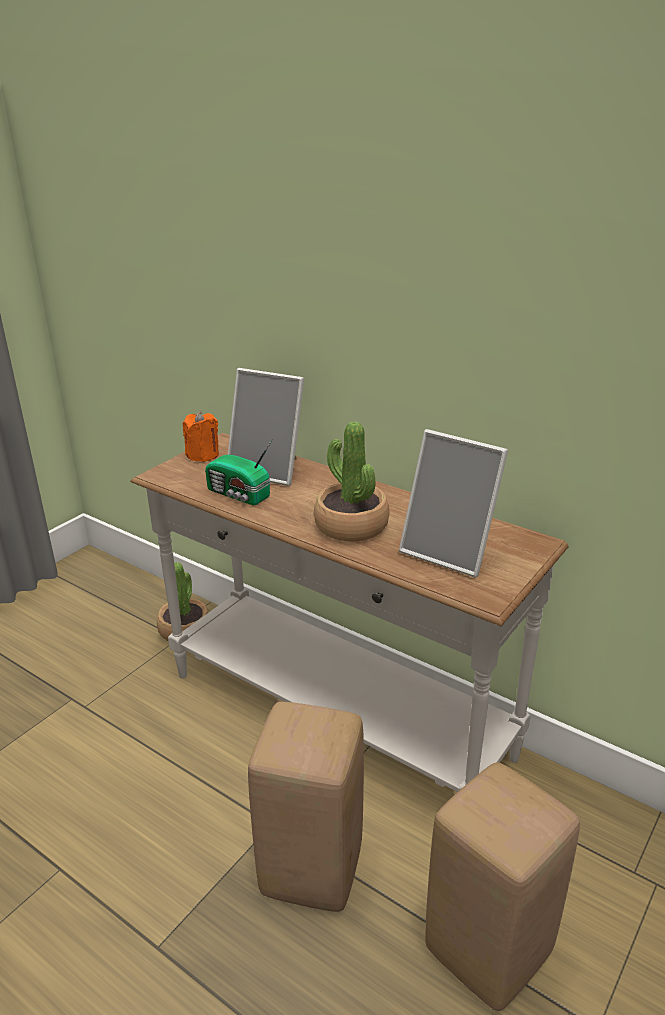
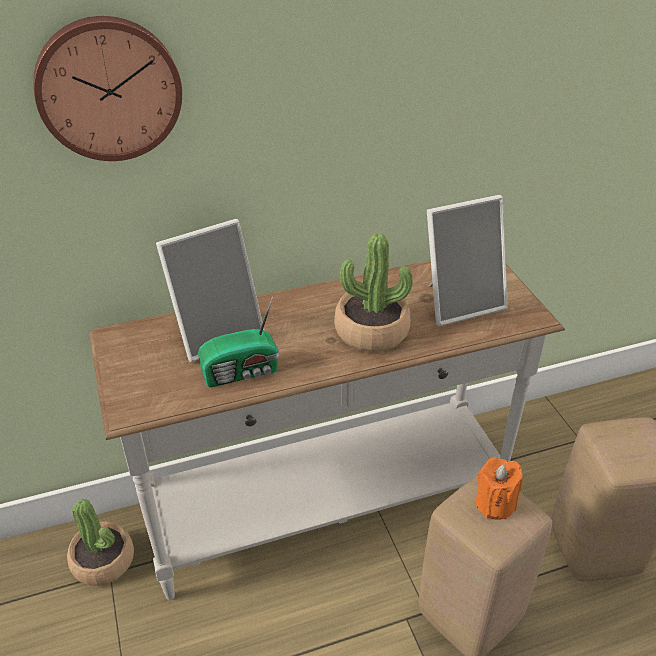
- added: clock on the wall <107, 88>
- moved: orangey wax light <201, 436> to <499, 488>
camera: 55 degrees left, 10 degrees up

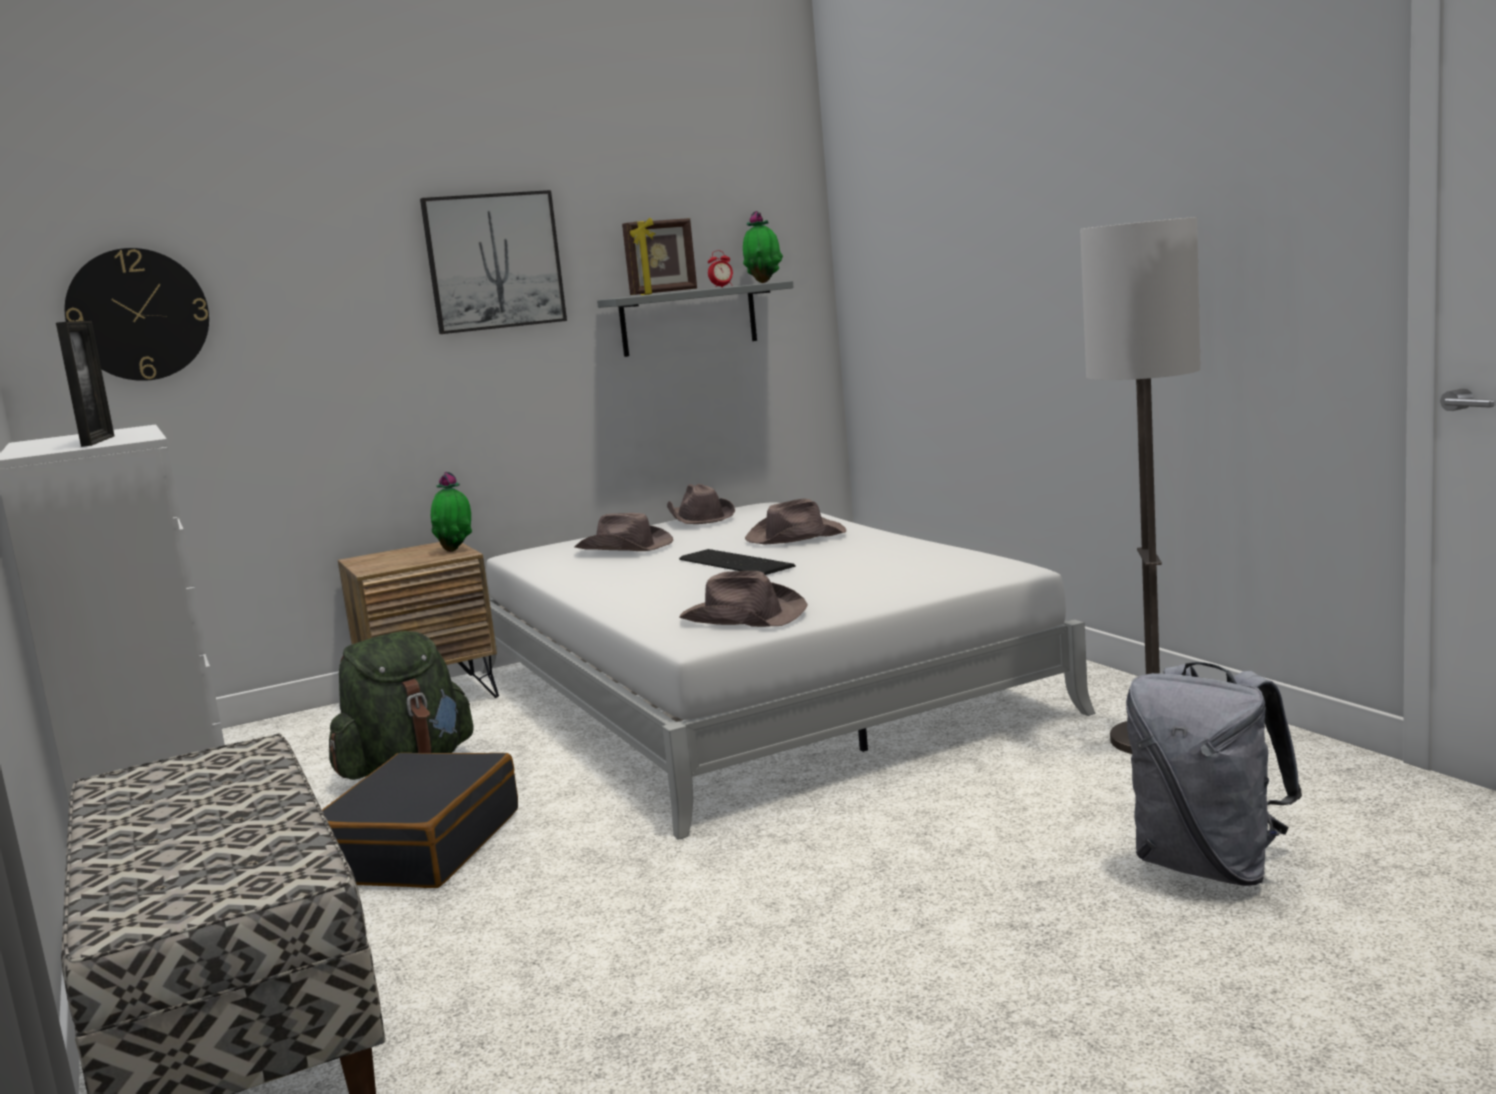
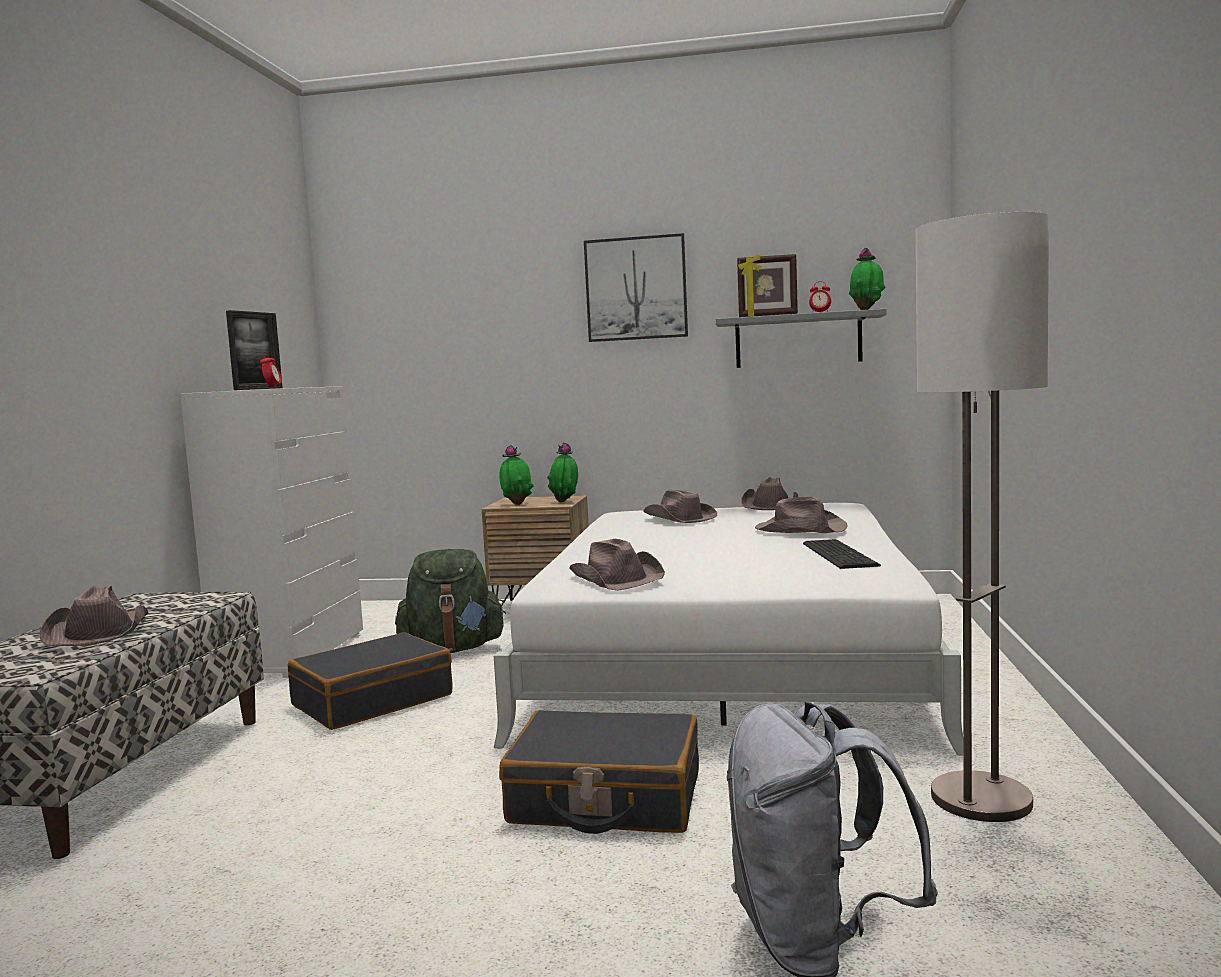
- added: brown-coloured hat <94, 615>
- added: bedside clock <270, 370>
- added: black-coloured travel case <599, 772>
- added: houseplant <517, 475>
- moved: computer keyboard <737, 562> to <842, 554>
- removed: clock on the wall <137, 314>
camera: 35 degrees right, 5 degrees down

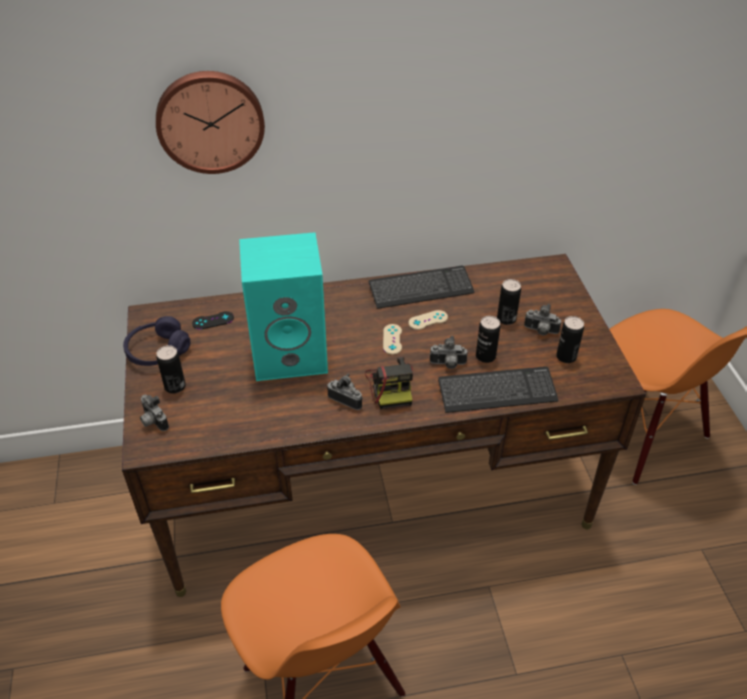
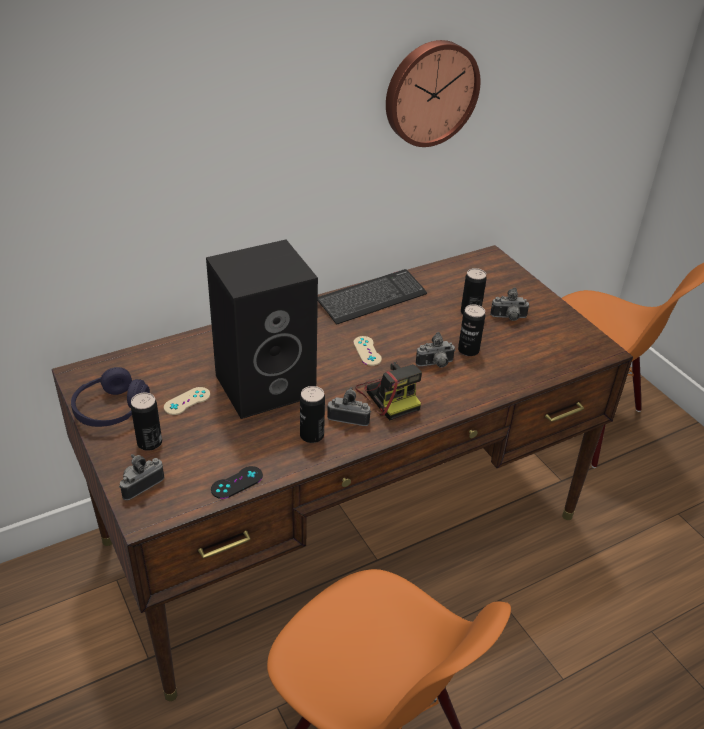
- turned: photo camera <154, 413> = <141, 477> 105 degrees clockwise
- moved: beige gamepad <428, 320> to <187, 401>
- recoloured: turquoise loudspeaker <283, 306> to black-coloured loudspeaker <262, 329>
- moved: black-coloured gamepad <213, 320> to <237, 482>
- moved: can <570, 339> to <312, 414>
- moved: clock on the wall <210, 122> to <433, 93>
- removed: computer keyboard <498, 389>
camera: 20 degrees left, 5 degrees down

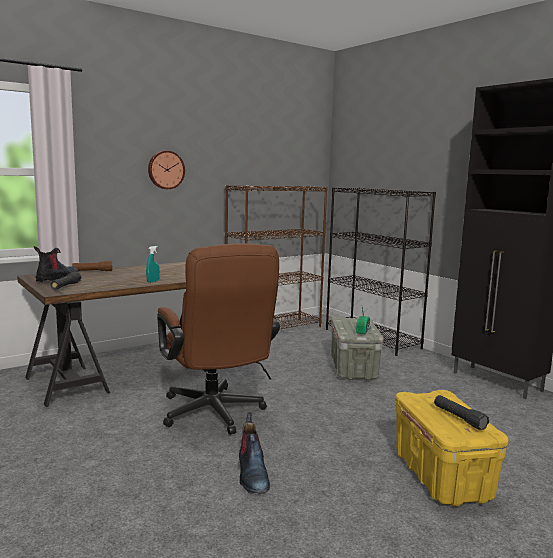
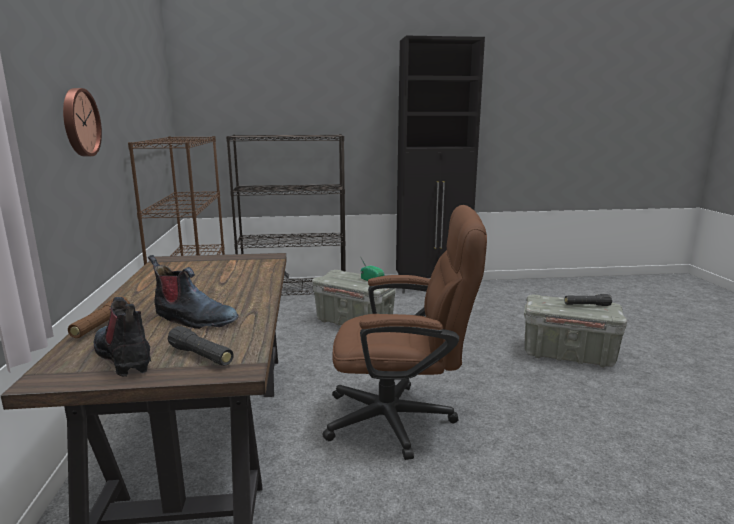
- moved: tall boot <254, 452> to <193, 292>
- recoloured: yellowish storage bin <452, 448> to gray storage bin <575, 331>
- removed: turquoise spray bottle <153, 264>
camera: 60 degrees left, 5 degrees up

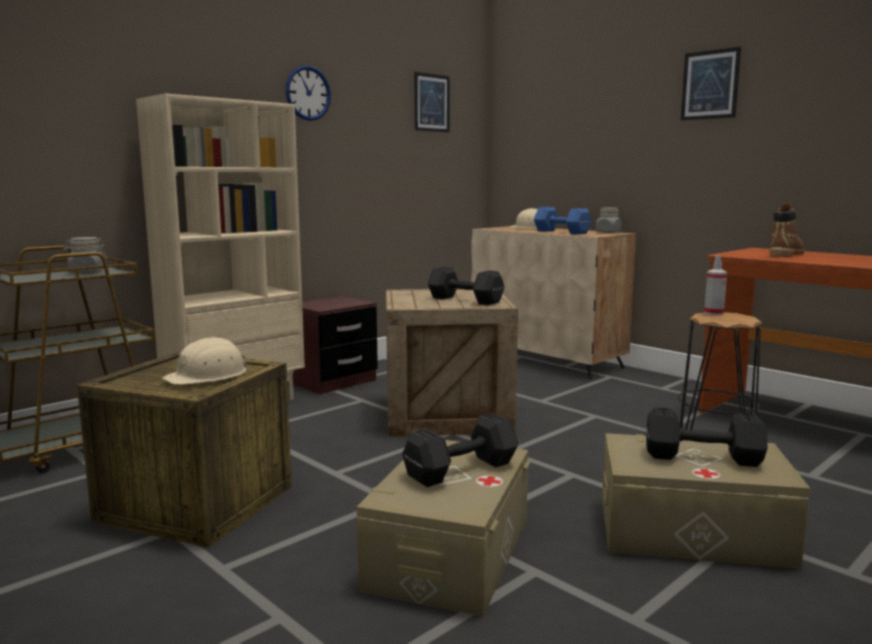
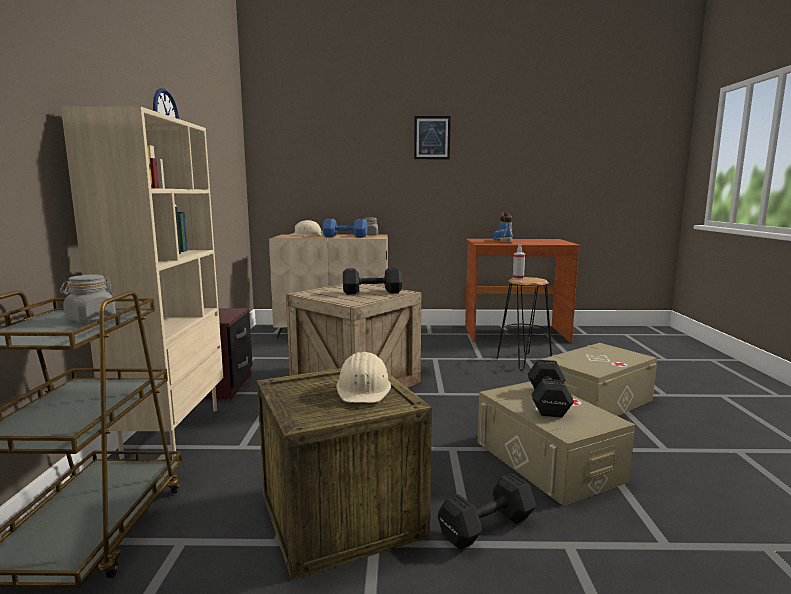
- moved: black-coloured hand weight <707, 437> to <487, 511>
- recoloured: brown-coloured tall boot <786, 230> to bluish tall boot <503, 227>
- removed: wall picture <432, 102>
camera: 45 degrees left, 0 degrees up

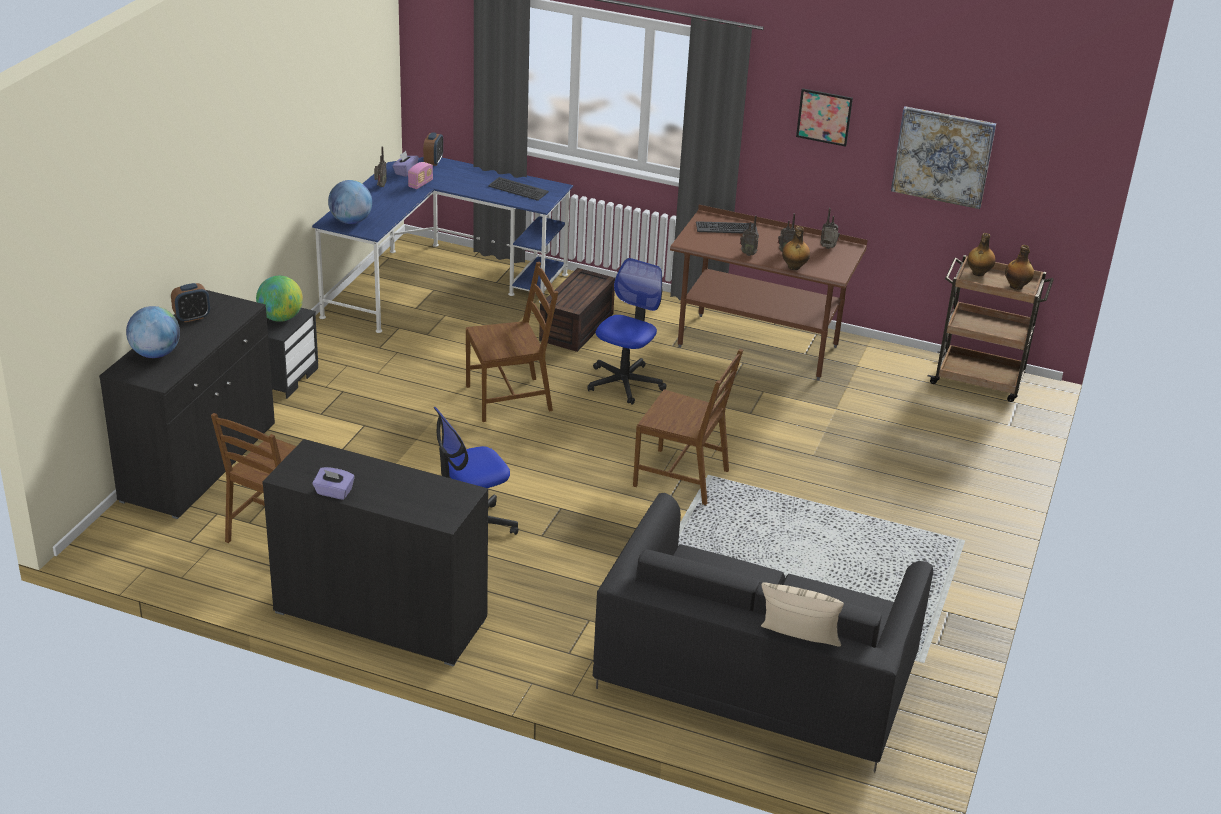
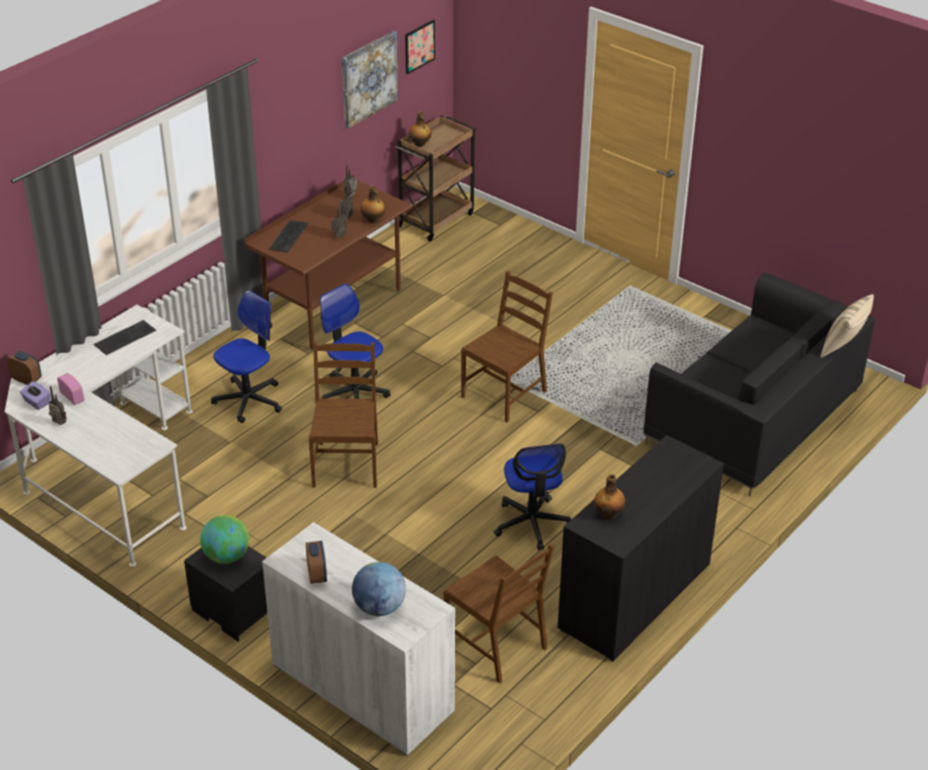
- recoloured: bluish desk unit <442, 245> to whitish desk unit <99, 436>
- replaced: brown-coloured storage bin <577, 310> to computer chair <246, 356>
- recoloured: black-coloured cabinet <187, 404> to whitish cabinet <358, 639>
- moved: wall picture <824, 117> to <420, 47>
- moved: beverage bottle <1019, 267> to <609, 497>
- removed: purplish tissue holder <334, 483>
- removed: world globe <350, 202>
camera: 70 degrees left, 5 degrees up

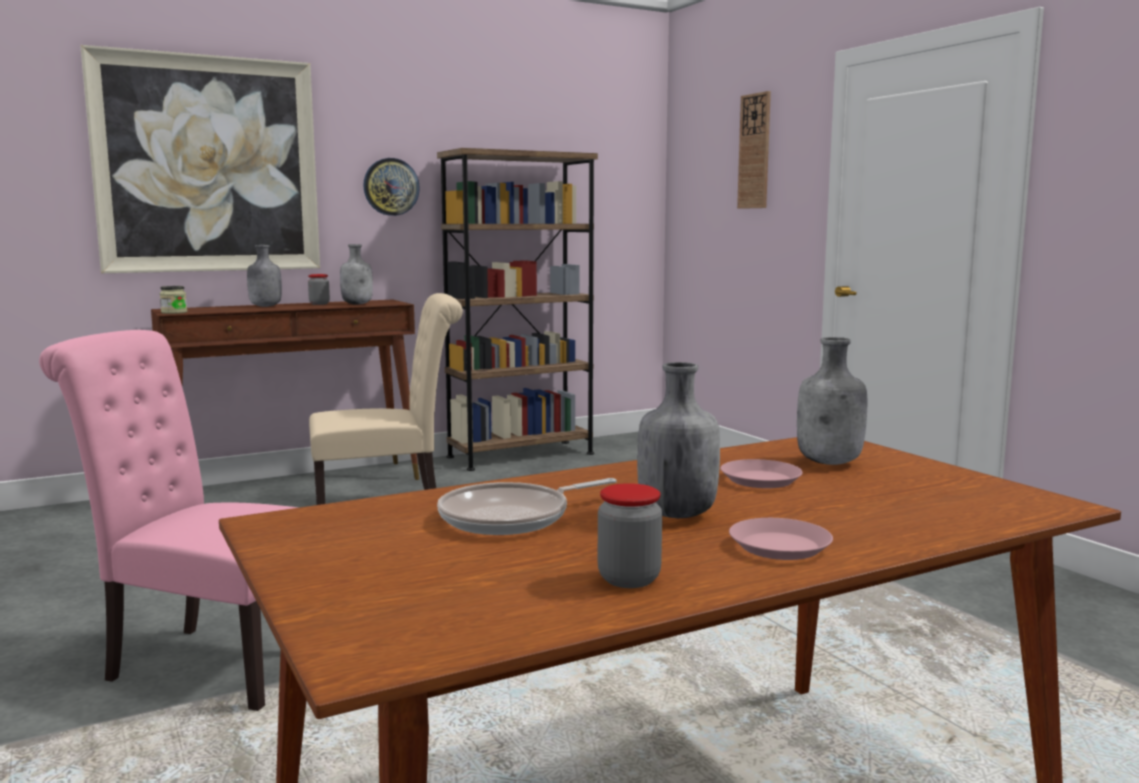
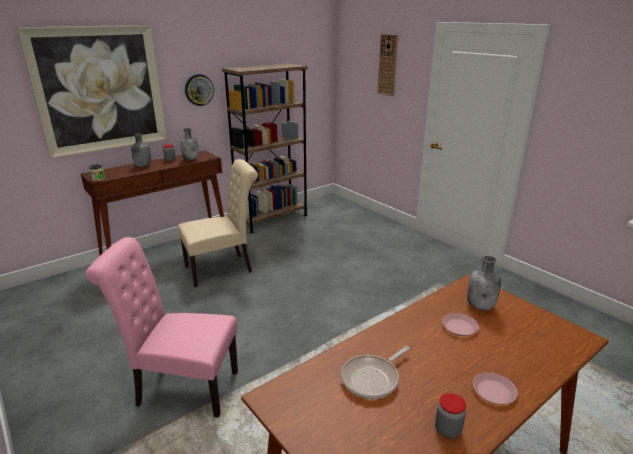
- removed: gray beverage bottle <678, 440>
camera: 10 degrees left, 15 degrees up

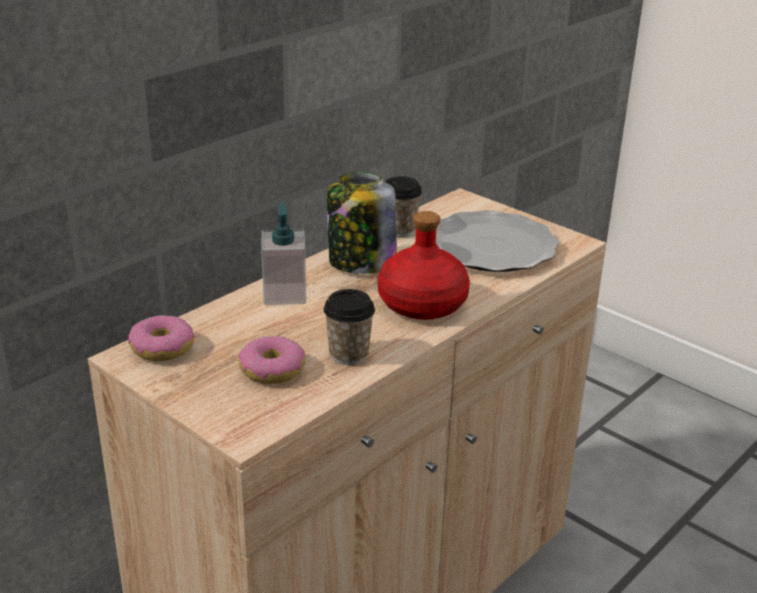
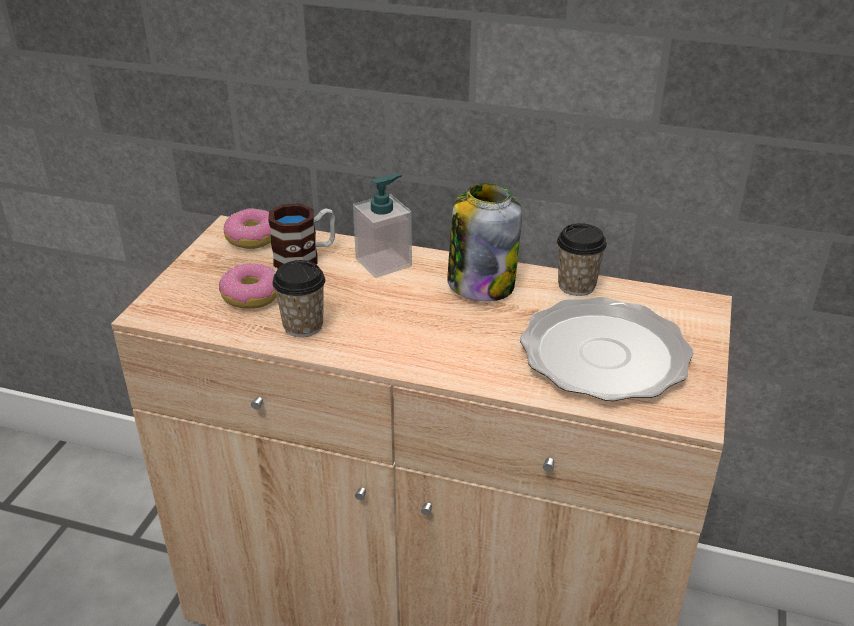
- added: tea mug <301, 235>
- removed: reddish beverage bottle <424, 265>
camera: 65 degrees right, 5 degrees up

